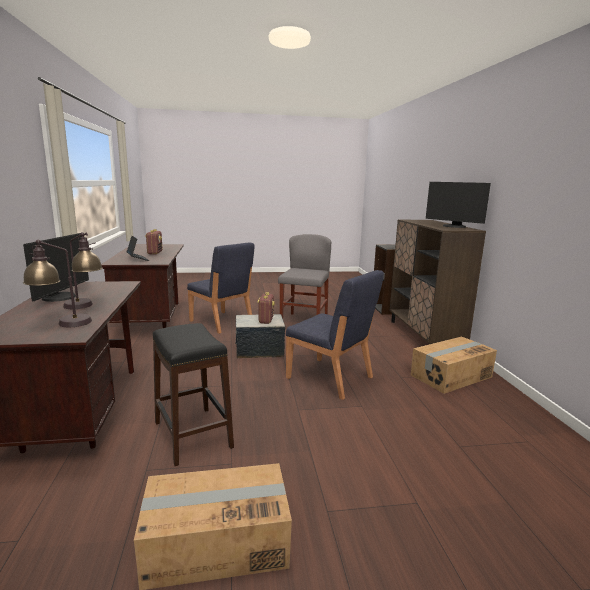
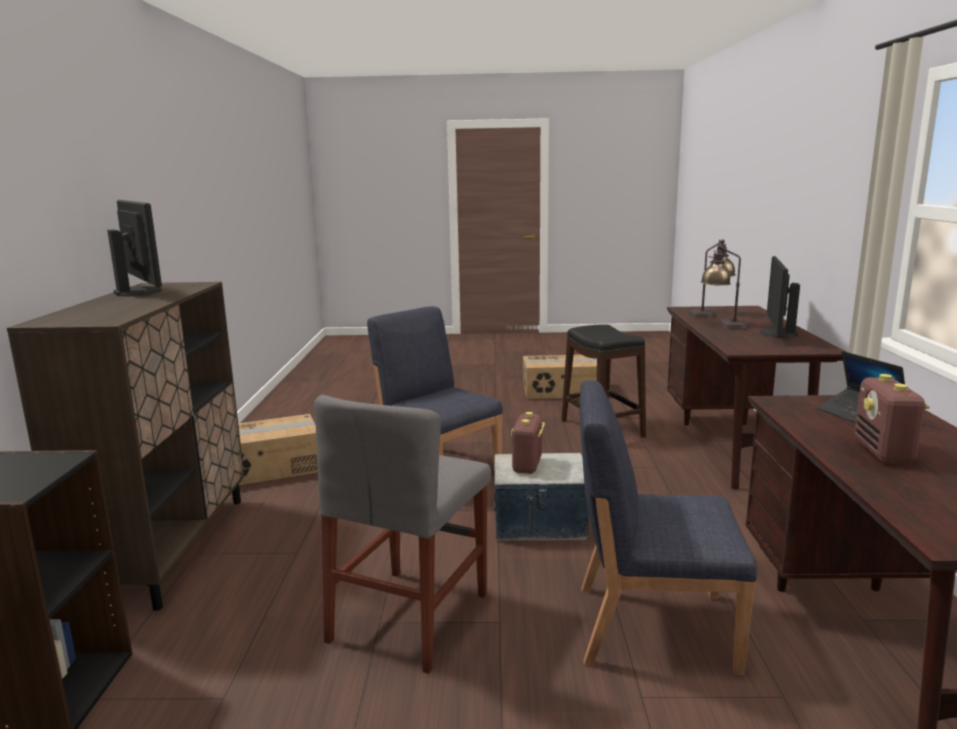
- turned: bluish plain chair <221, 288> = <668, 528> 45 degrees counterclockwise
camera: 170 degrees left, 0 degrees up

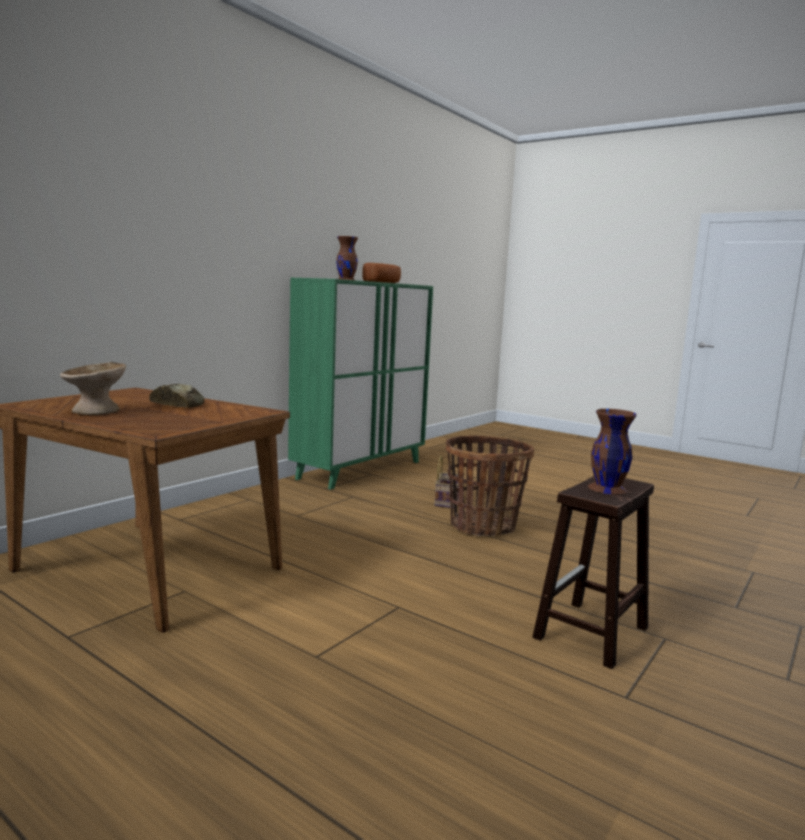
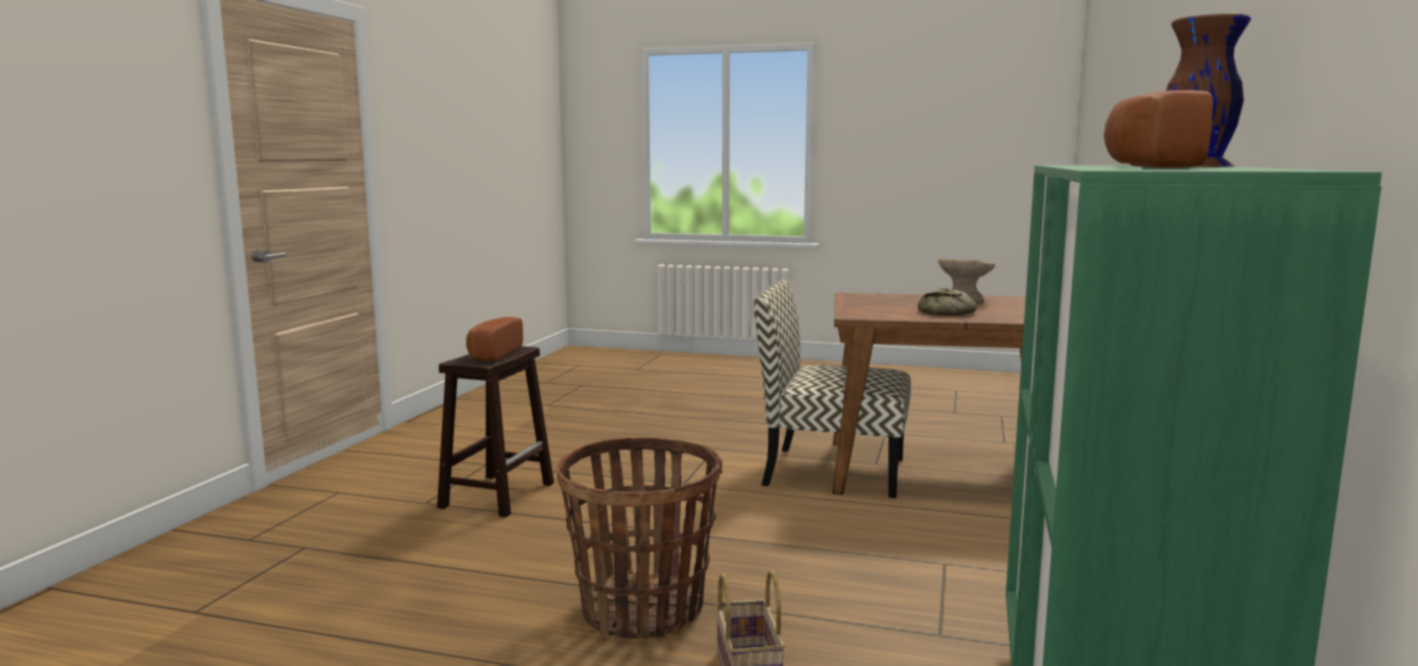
- replaced: brown-coloured vase <612, 452> to bread <494, 339>
- added: plain chair <832, 389>
camera: 160 degrees right, 0 degrees up

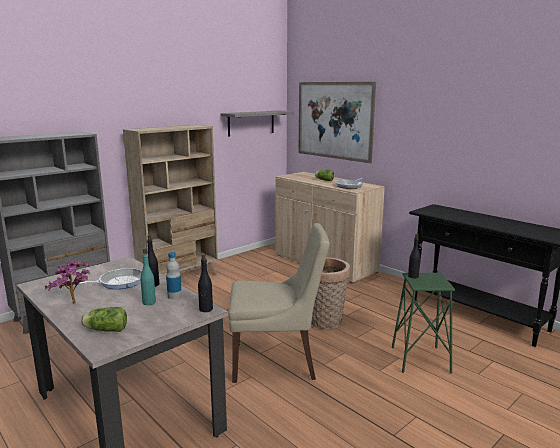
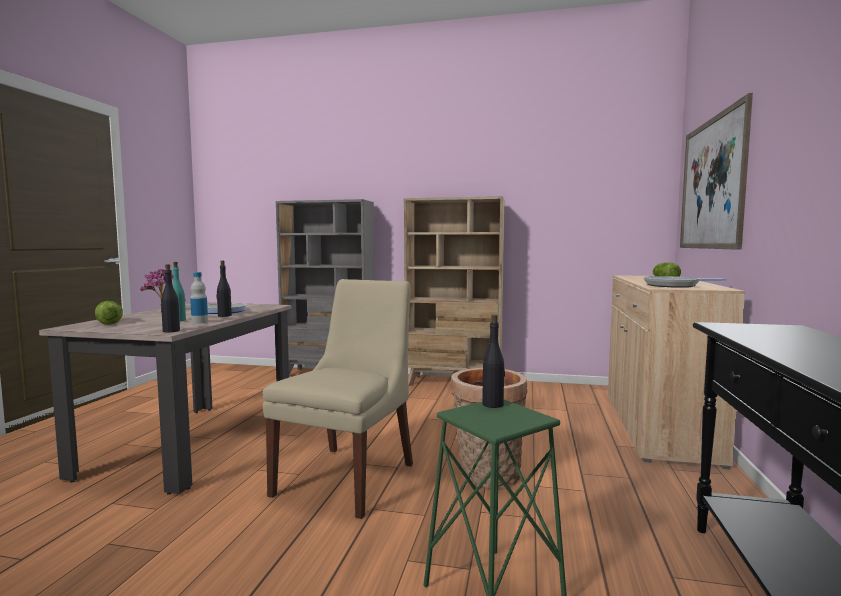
- turned: beige plain chair <279, 303> = <338, 399> 120 degrees counterclockwise
- removed: gray bracket shelf <257, 124>
camera: 55 degrees right, 10 degrees down

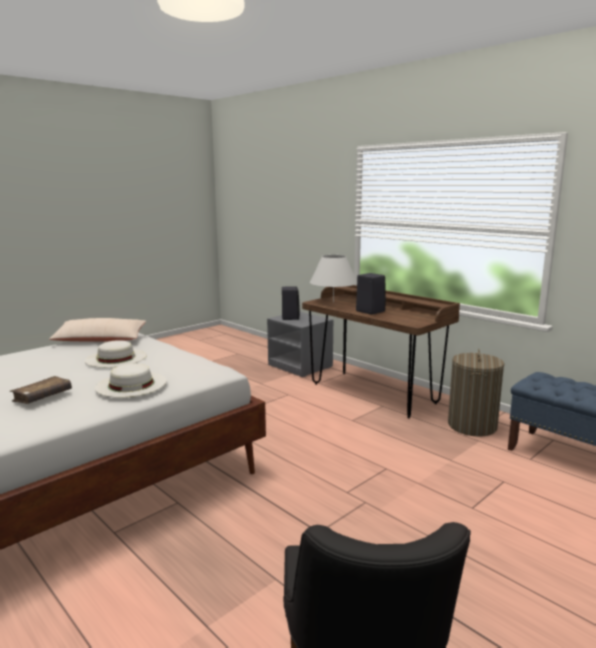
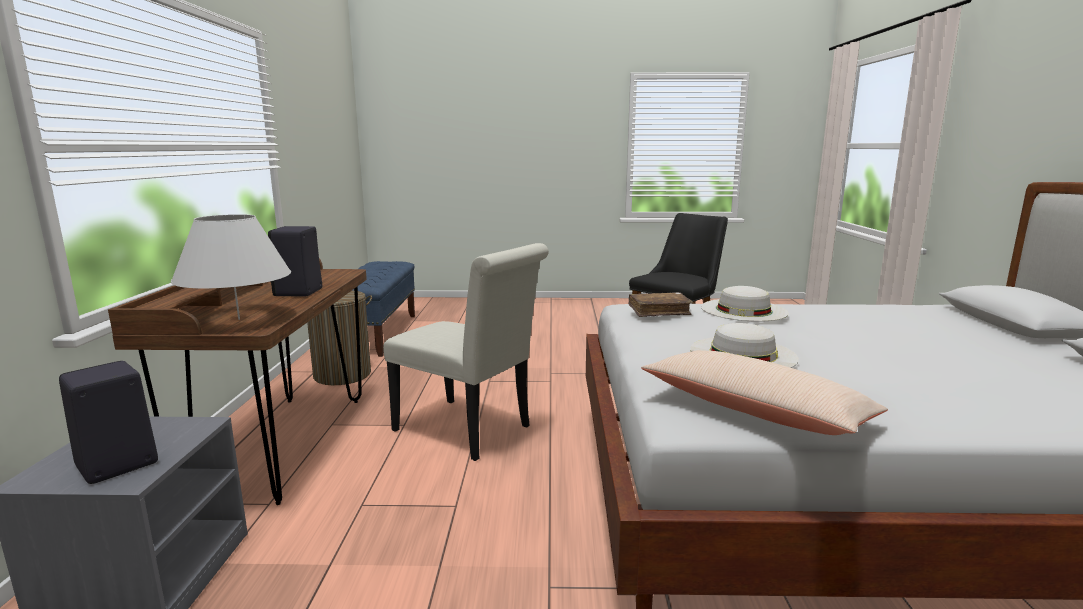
- added: whitish plain chair <466, 352>
- moved: brown-coloured book <41, 390> to <660, 304>
camera: 135 degrees left, 0 degrees up

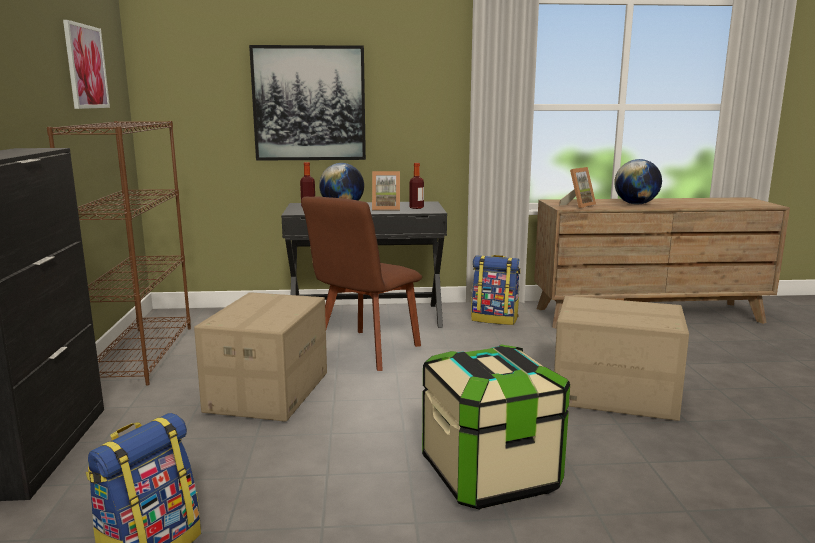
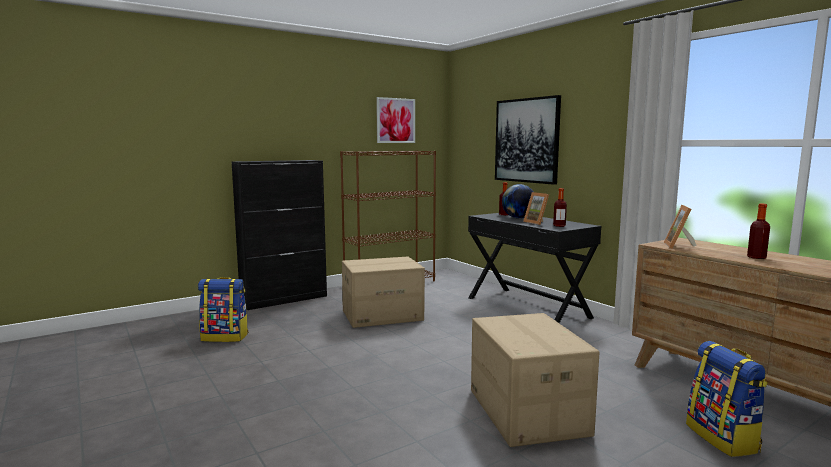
- turned: picture frame <577, 187> = <680, 227> 90 degrees clockwise
- moved: rucksack <495, 290> to <727, 399>
- replaced: world globe <638, 182> to beverage bottle <758, 231>
- removed: brown-coloured plain chair <361, 284>
- removed: storage bin <496, 427>
camera: 60 degrees right, 5 degrees down

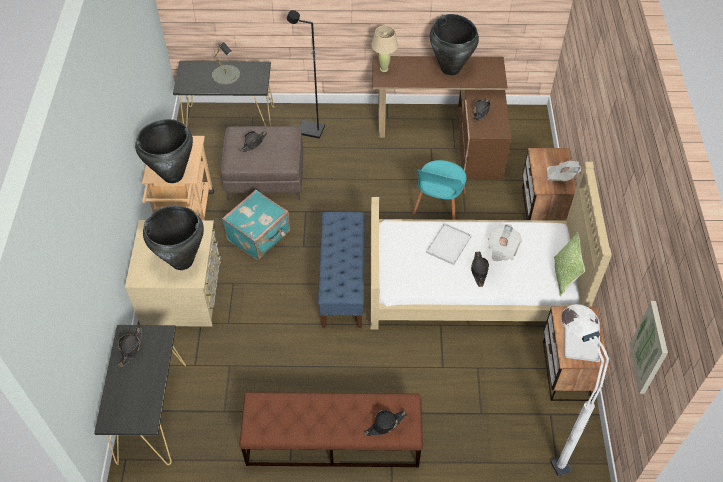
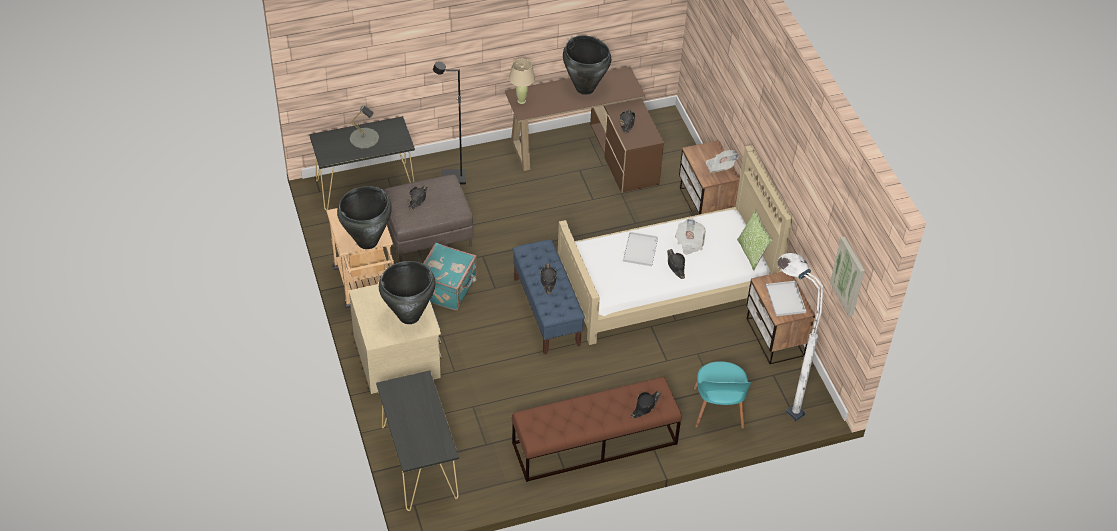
- moved: black-coloured hat <130, 347> to <549, 278>
- moved: turquoise plain chair <439, 190> to <722, 395>
camera: 20 degrees left, 5 degrees down

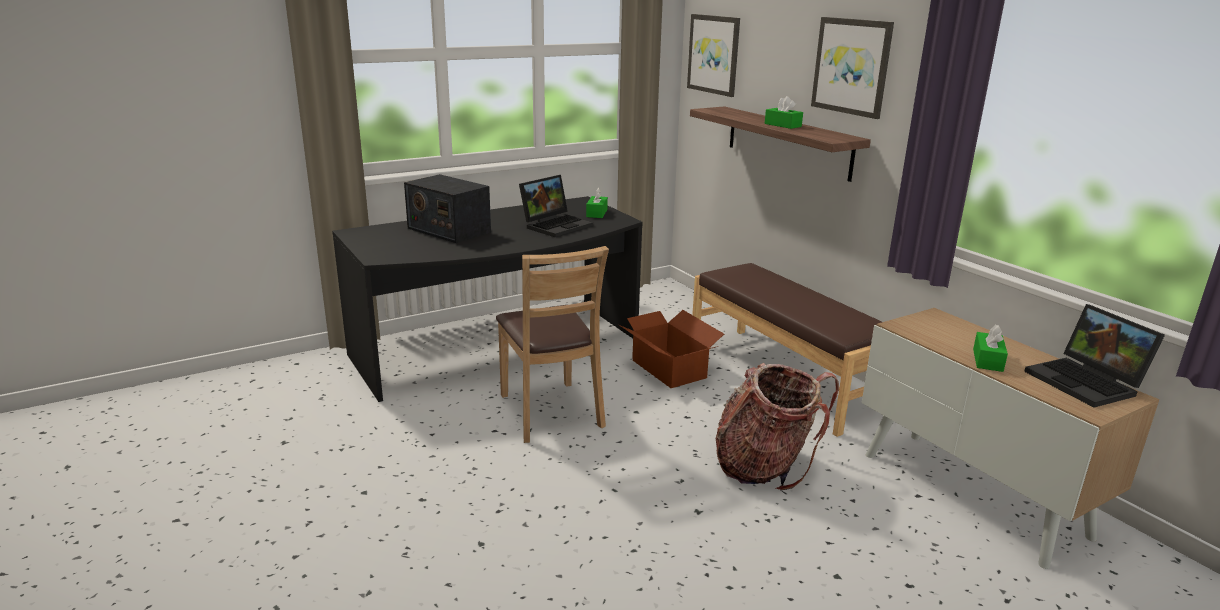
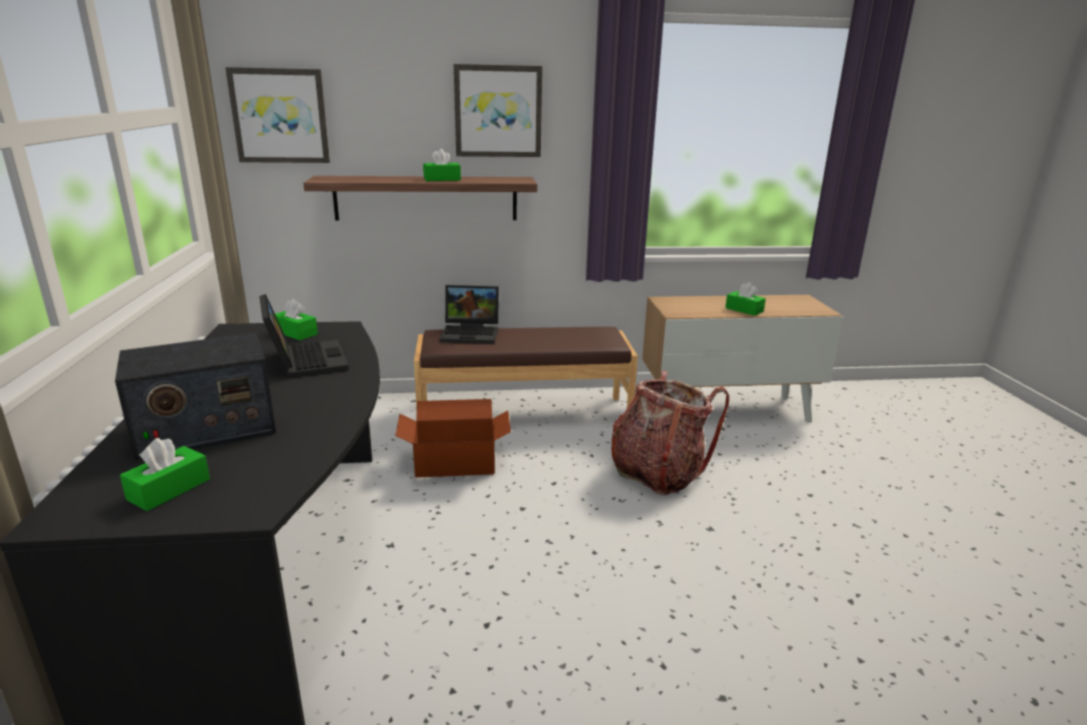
- added: greenish tissue holder <165, 474>
- moved: notebook computer <1094, 355> to <469, 314>
- removed: brown-coloured plain chair <552, 344>
camera: 65 degrees left, 0 degrees up

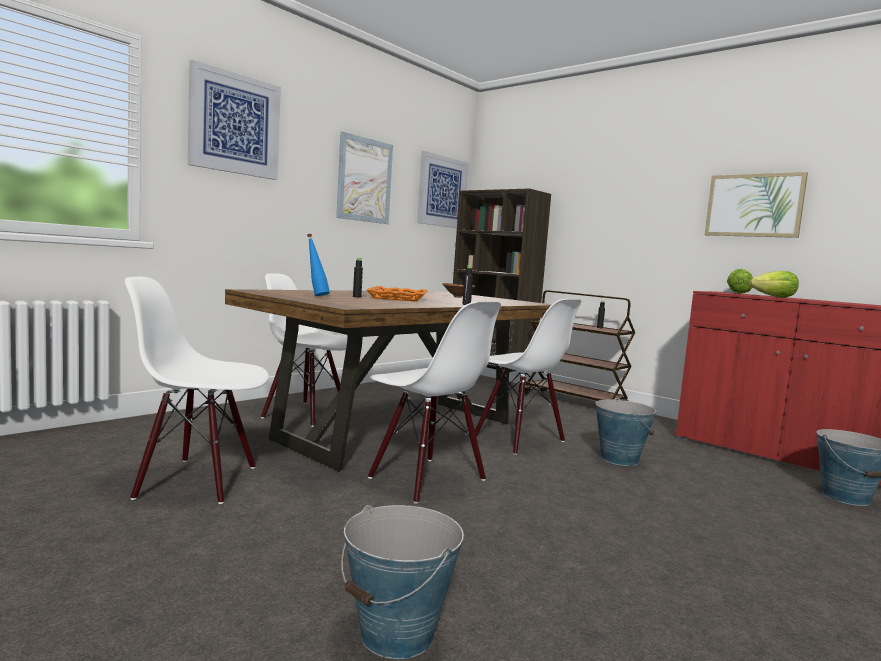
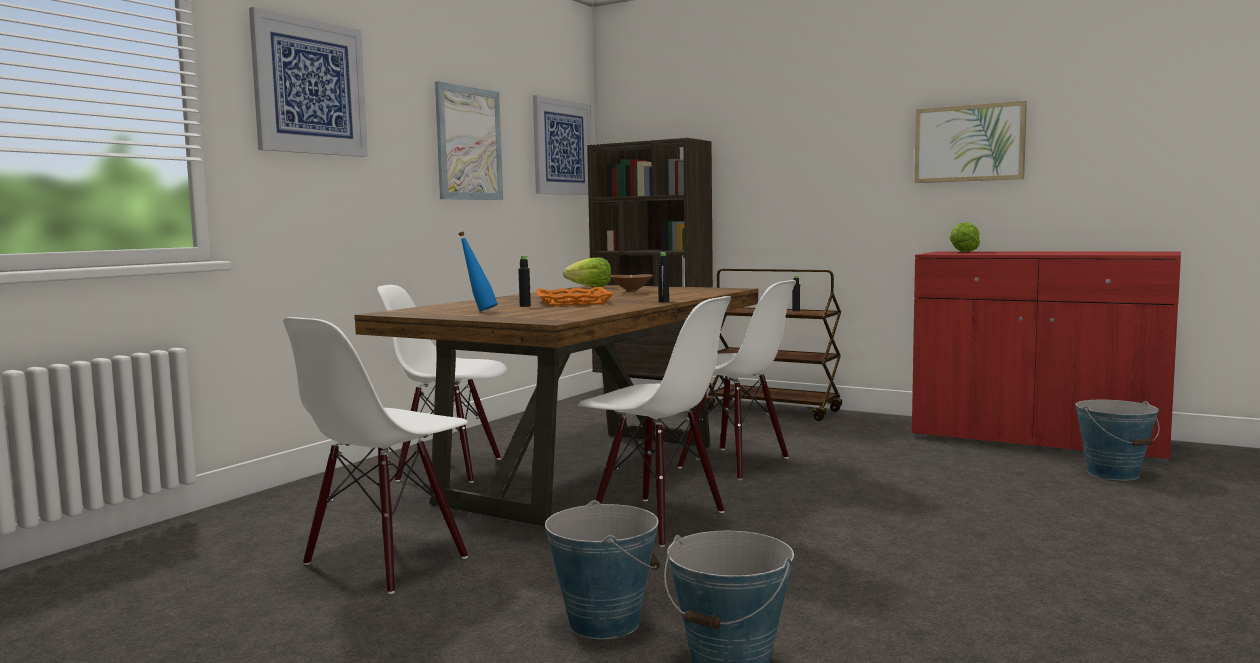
- turned: whitish plain chair <197, 390> = <375, 455> 45 degrees counterclockwise
- moved: water bucket <625, 431> to <602, 569>
- moved: lettuce <774, 284> to <587, 272>
camera: 10 degrees left, 0 degrees up

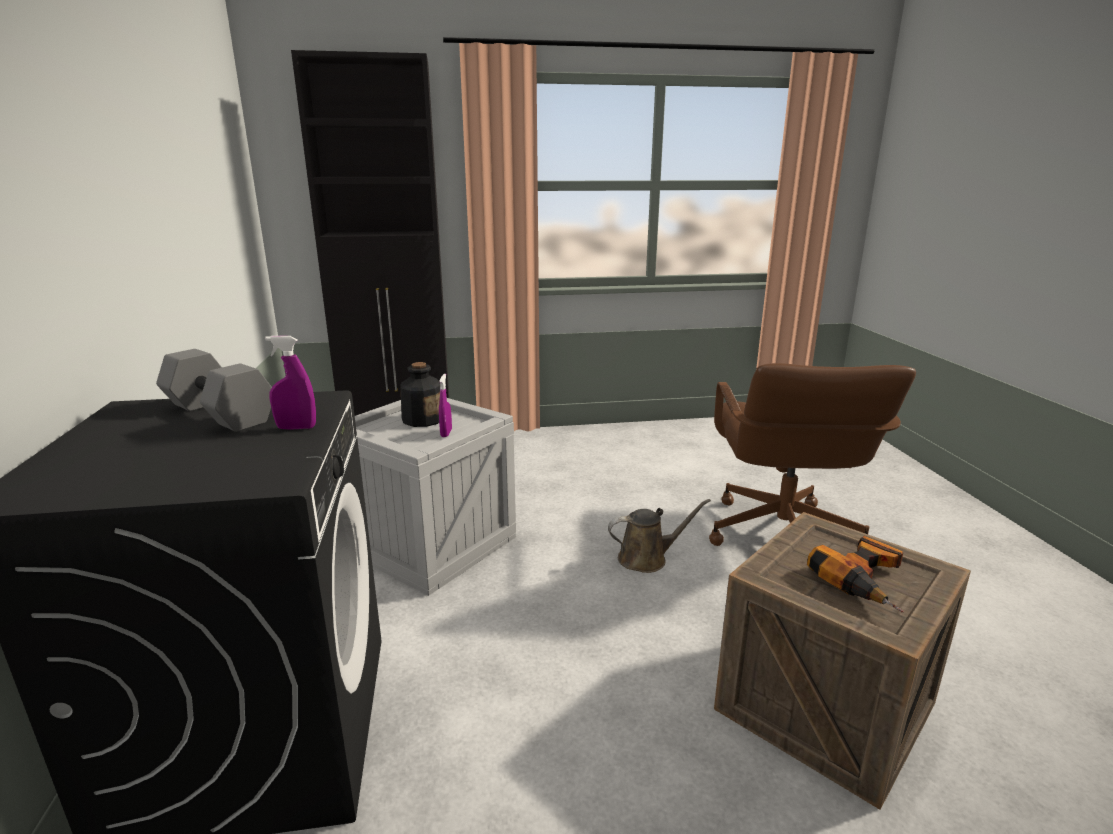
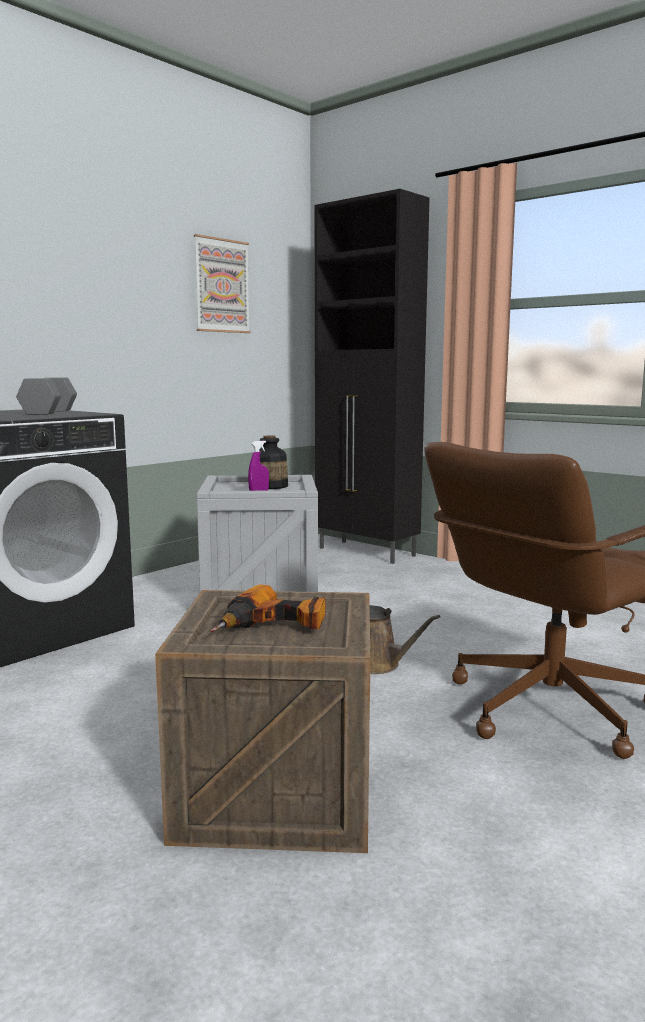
- added: wall picture <222, 283>
- removed: purplish spray bottle <290, 383>
camera: 50 degrees right, 10 degrees down

